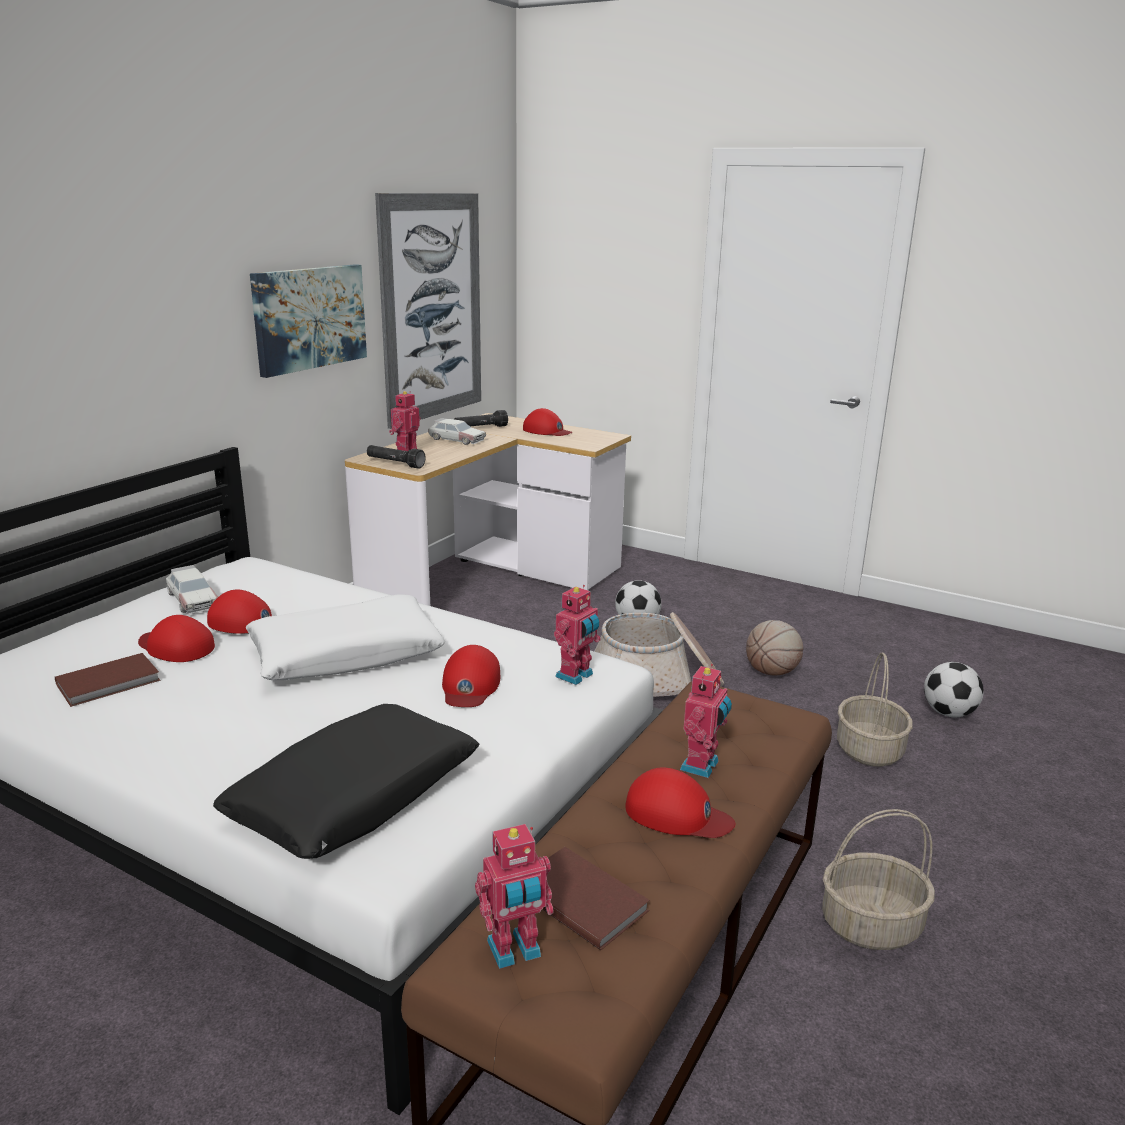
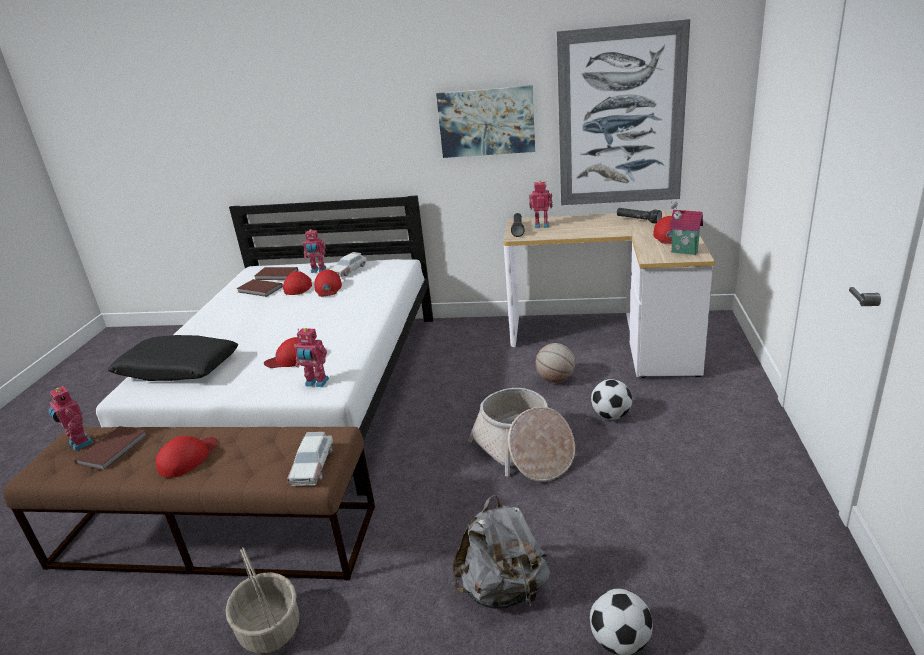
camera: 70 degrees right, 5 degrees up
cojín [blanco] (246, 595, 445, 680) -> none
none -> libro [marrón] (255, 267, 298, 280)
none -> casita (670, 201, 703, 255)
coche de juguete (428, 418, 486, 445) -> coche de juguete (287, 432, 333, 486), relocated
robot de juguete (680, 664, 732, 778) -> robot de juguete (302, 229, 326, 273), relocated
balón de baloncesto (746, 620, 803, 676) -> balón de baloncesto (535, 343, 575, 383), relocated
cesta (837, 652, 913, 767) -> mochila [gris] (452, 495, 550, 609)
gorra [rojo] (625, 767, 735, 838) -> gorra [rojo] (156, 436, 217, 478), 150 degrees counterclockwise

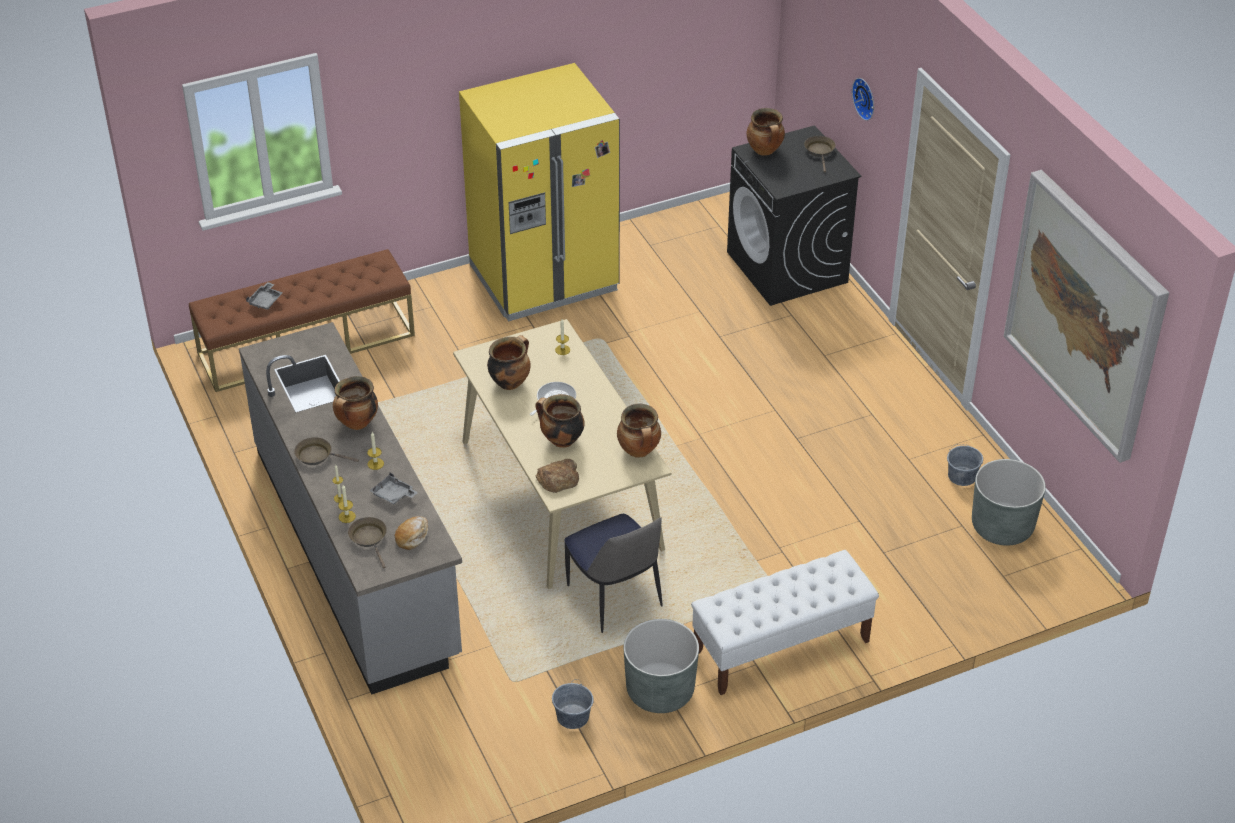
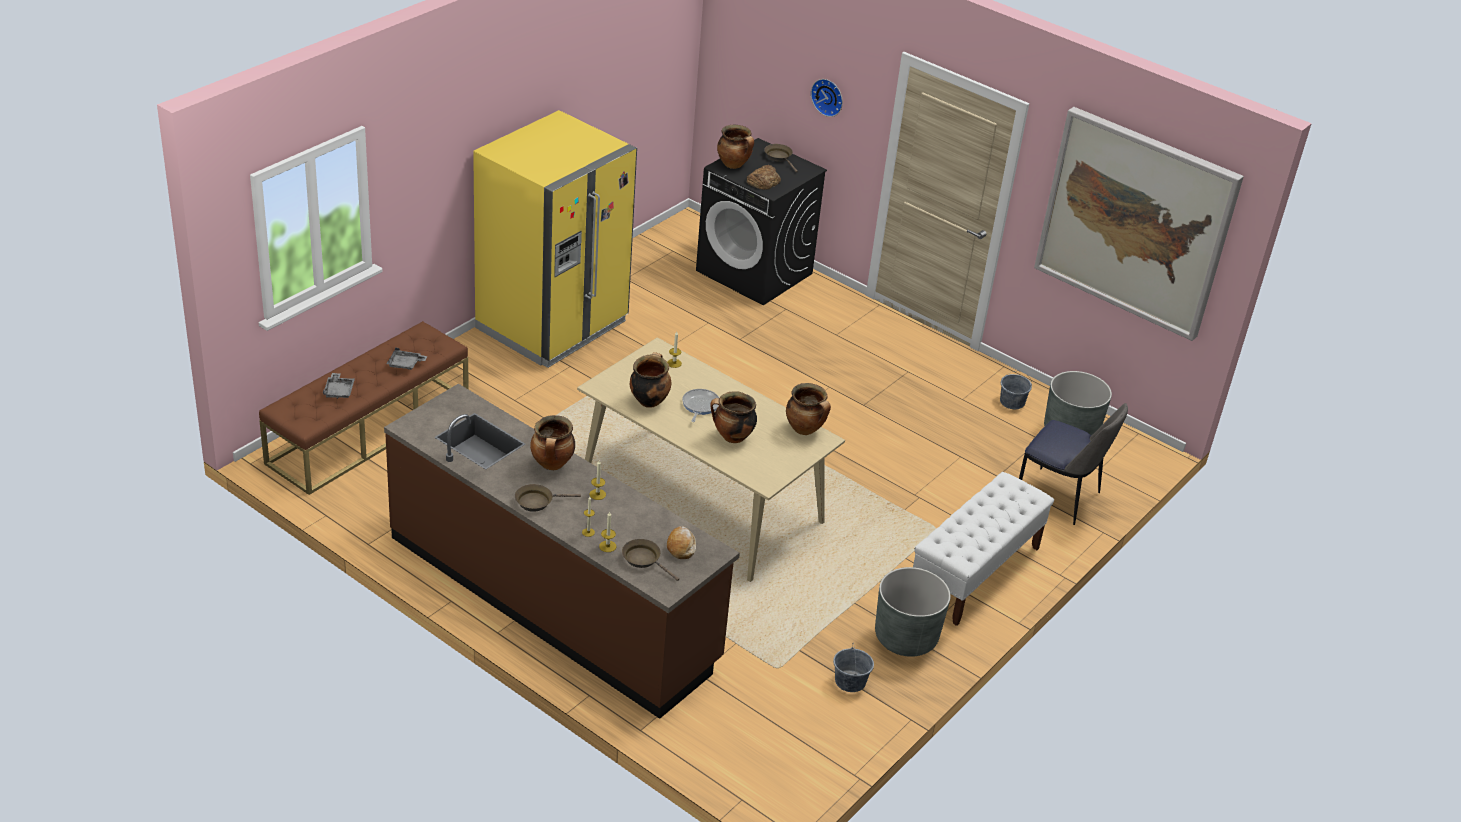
camera: 30 degrees left, 5 degrees down
bandeja [gris] (370, 473, 418, 504) -> bandeja [gris] (386, 348, 428, 370), relocated
pan (535, 459, 579, 493) -> pan (747, 165, 781, 190), relocated
silla (564, 514, 663, 633) -> silla (1019, 403, 1128, 525), relocated
mueble bajo de cocina [gris] (239, 322, 462, 695) -> mueble bajo de cocina [marrón] (384, 384, 740, 719)

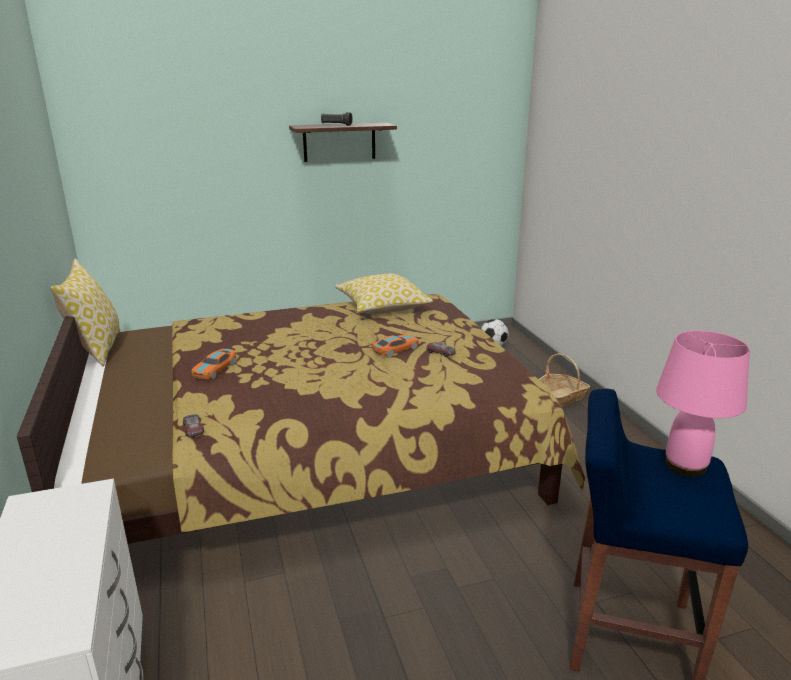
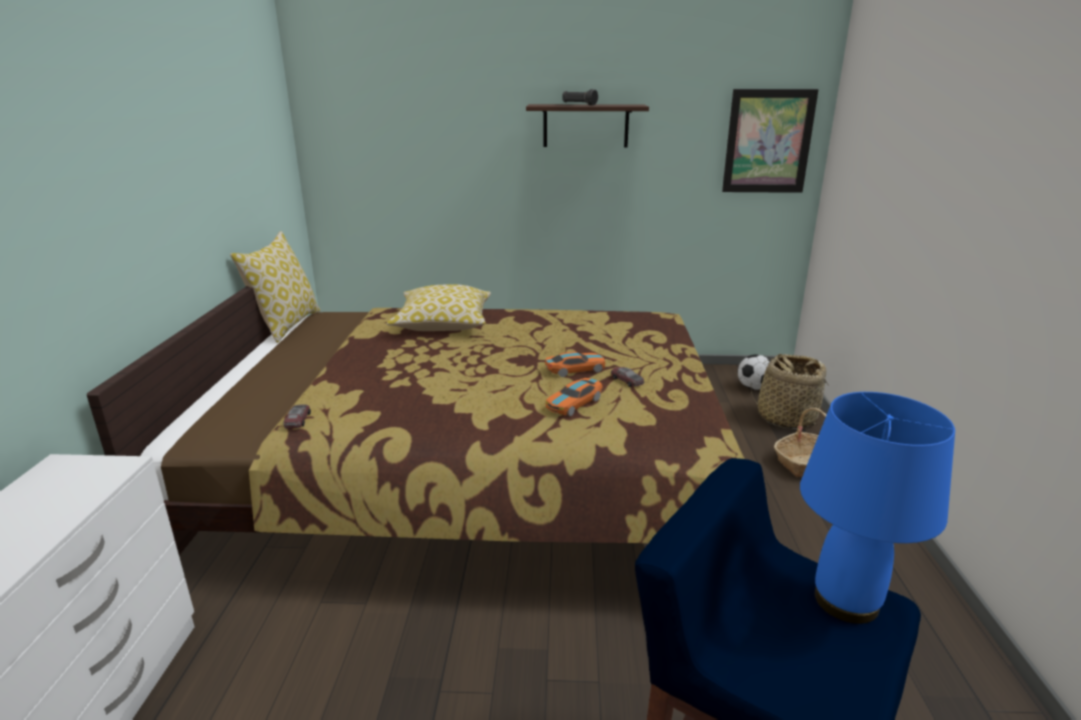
camera: 20 degrees right, 0 degrees up
none -> cuadro (722, 89, 819, 193)
none -> cesta (751, 354, 829, 429)
coche de juguete (192, 349, 236, 379) -> coche de juguete (546, 378, 603, 416), relocated
cojín (335, 273, 433, 315) -> cojín (386, 284, 491, 331), relocated
lámpara de mesa [rosa] (656, 330, 750, 477) -> lámpara de mesa [azul] (800, 392, 955, 624)

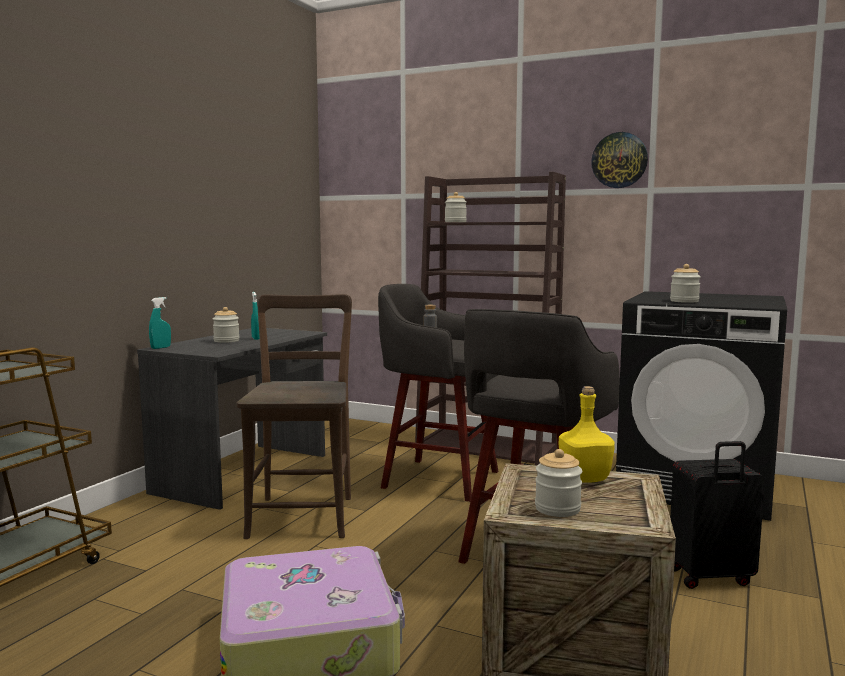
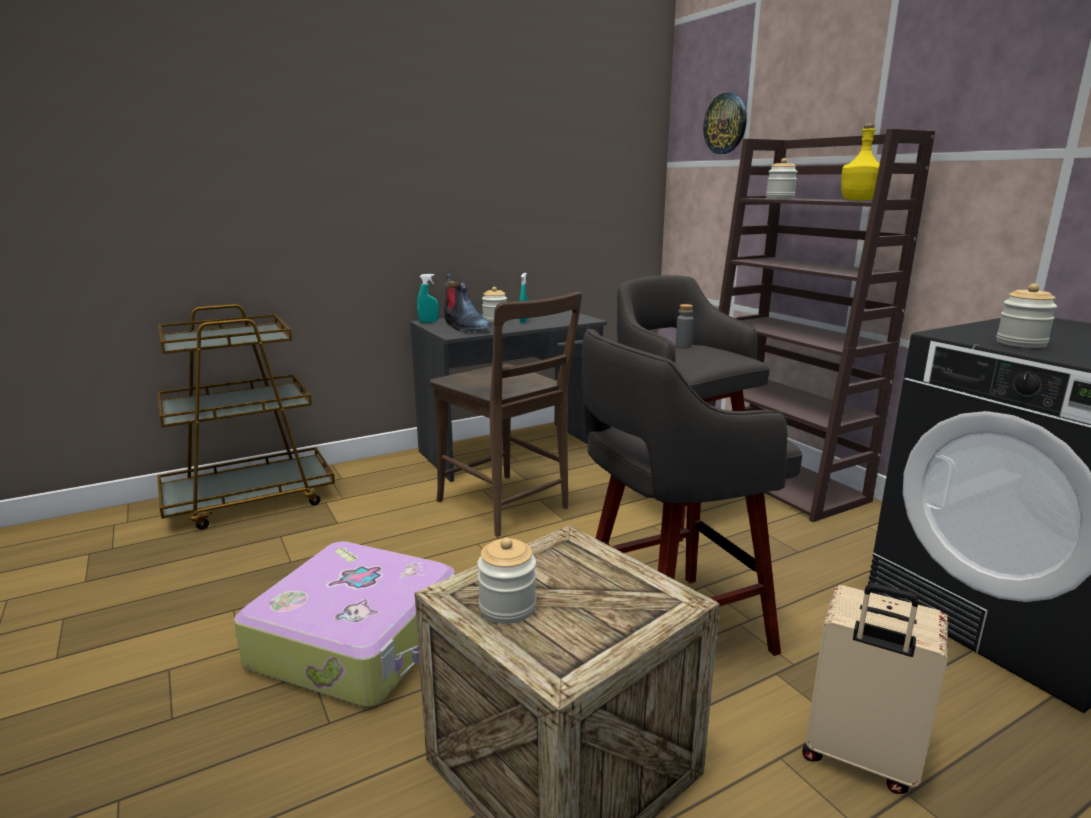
camera: 35 degrees right, 10 degrees up
none -> bota (444, 272, 491, 332)
botella [amarillo] (559, 386, 615, 483) -> botella [amarillo] (841, 122, 880, 200), relocated
reloj de pared (591, 132, 648, 188) -> reloj de pared (703, 93, 747, 154), relocated
maleta [negro] (670, 441, 765, 589) -> maleta [beis] (802, 583, 948, 794)
silla [marrón] (237, 294, 352, 539) -> silla [marrón] (430, 292, 582, 537), 105 degrees clockwise

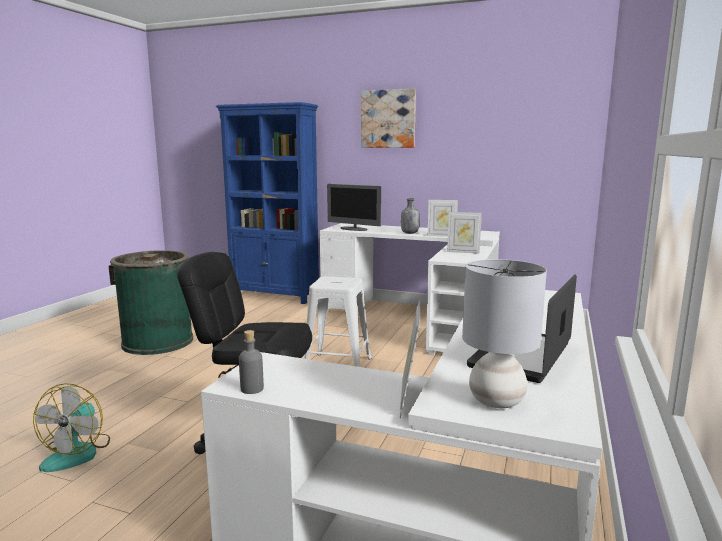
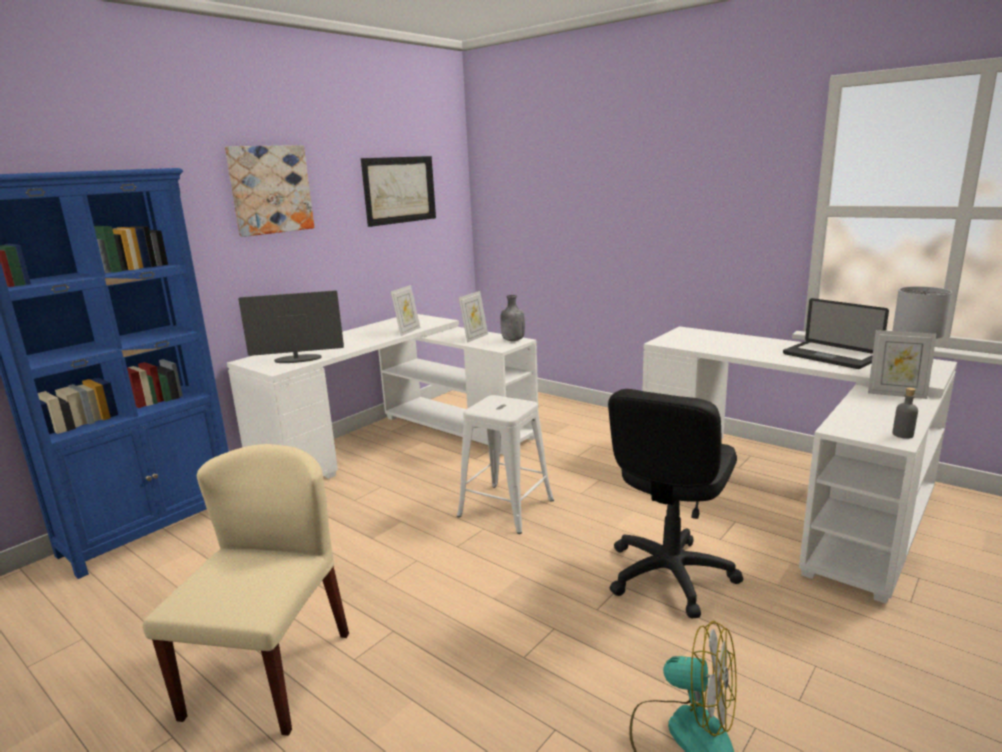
camera: 70 degrees left, 5 degrees up
none -> cuadro (361, 156, 436, 227)
botella [gris] (401, 198, 420, 234) -> botella [gris] (500, 295, 525, 341), relocated
papelera [verde] (109, 250, 193, 355) -> silla [beis] (143, 444, 349, 736)
monitor (327, 184, 382, 231) -> monitor (238, 290, 344, 363), 150 degrees counterclockwise

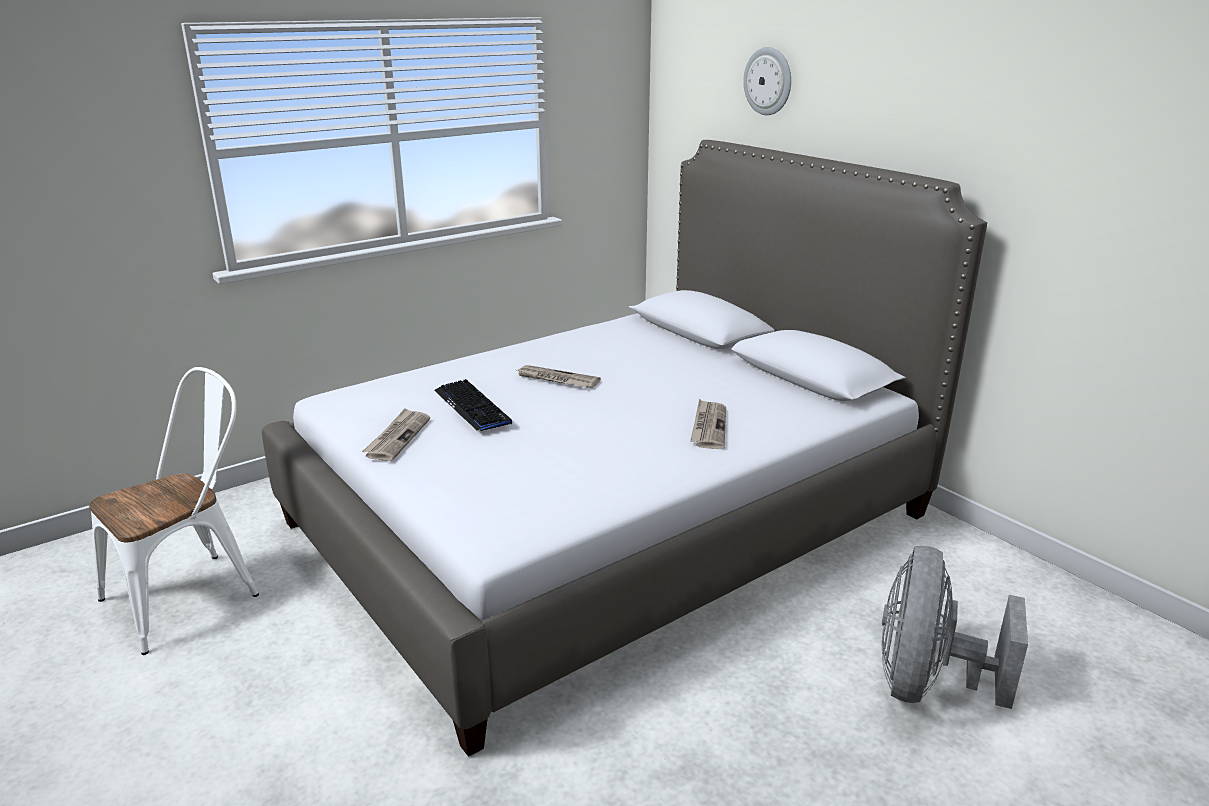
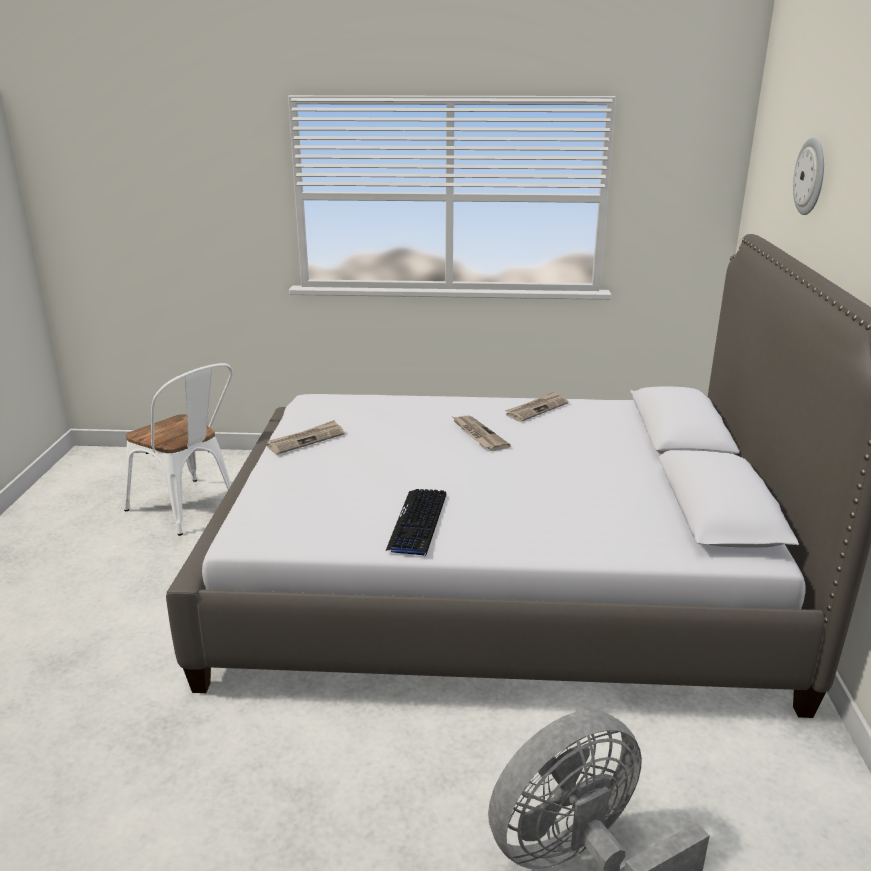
camera: 40 degrees right, 0 degrees up
teclado (434, 379, 512, 431) -> teclado (386, 489, 446, 556), relocated
periódico (690, 399, 726, 449) -> periódico (505, 391, 568, 422), relocated
silla [blanco] (89, 367, 259, 655) -> silla [blanco] (124, 363, 233, 536), 45 degrees clockwise

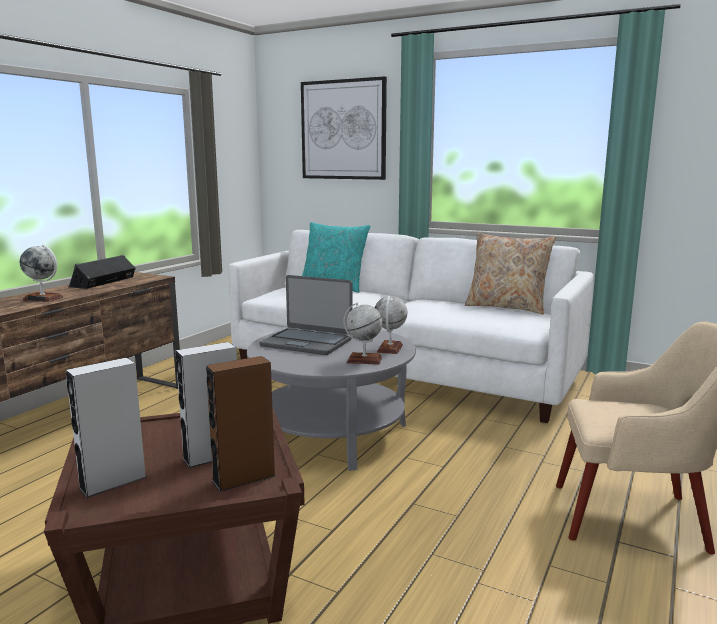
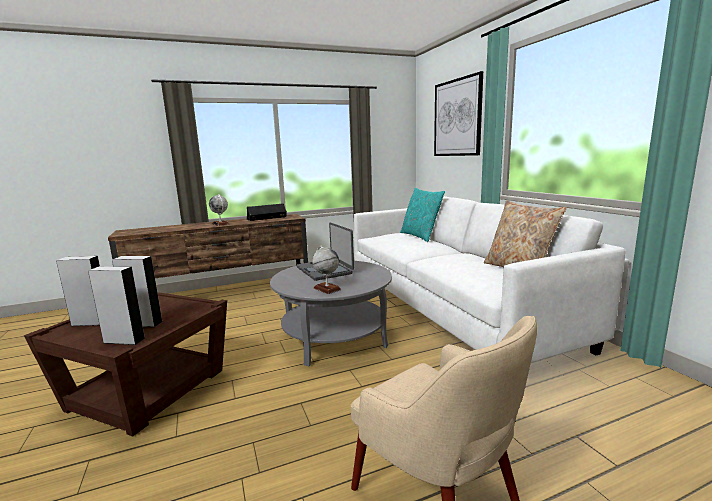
camera: 40 degrees right, 0 degrees up
globo terráqueo (375, 296, 407, 354) -> none
altavoz [marrón] (206, 356, 276, 492) -> altavoz [gris] (88, 266, 145, 345)

